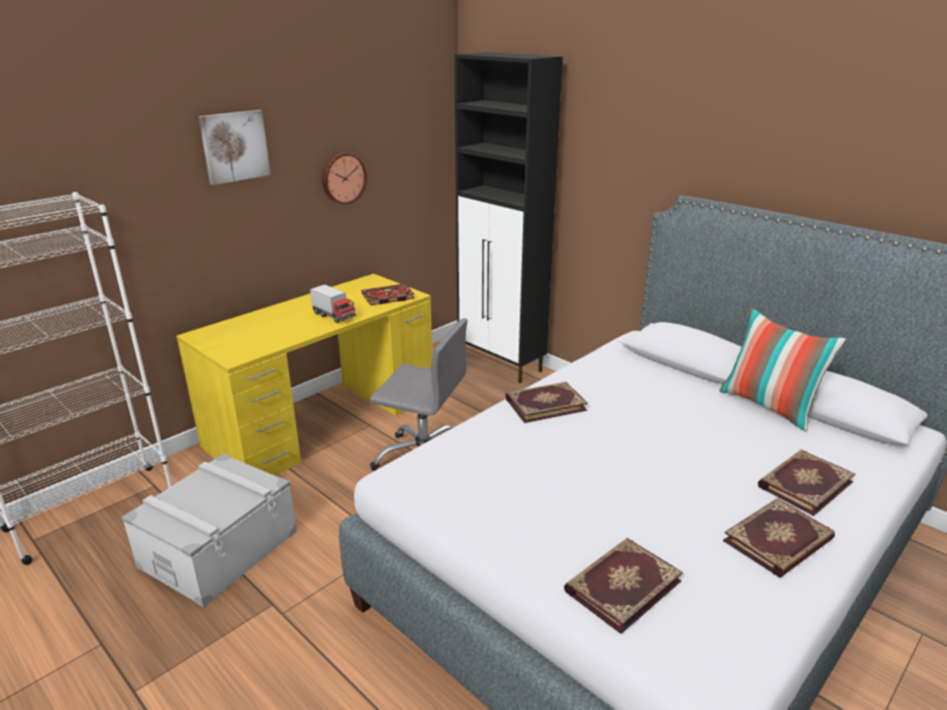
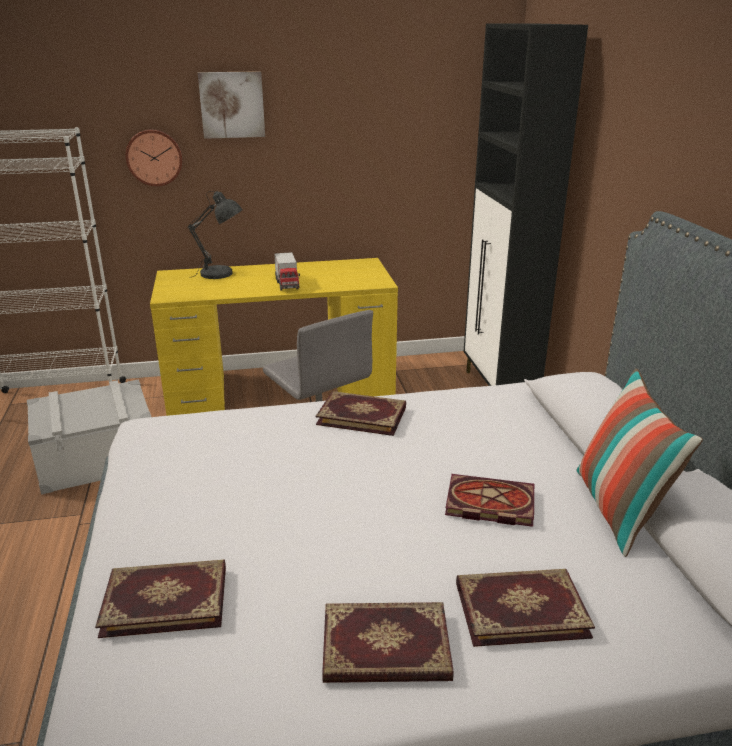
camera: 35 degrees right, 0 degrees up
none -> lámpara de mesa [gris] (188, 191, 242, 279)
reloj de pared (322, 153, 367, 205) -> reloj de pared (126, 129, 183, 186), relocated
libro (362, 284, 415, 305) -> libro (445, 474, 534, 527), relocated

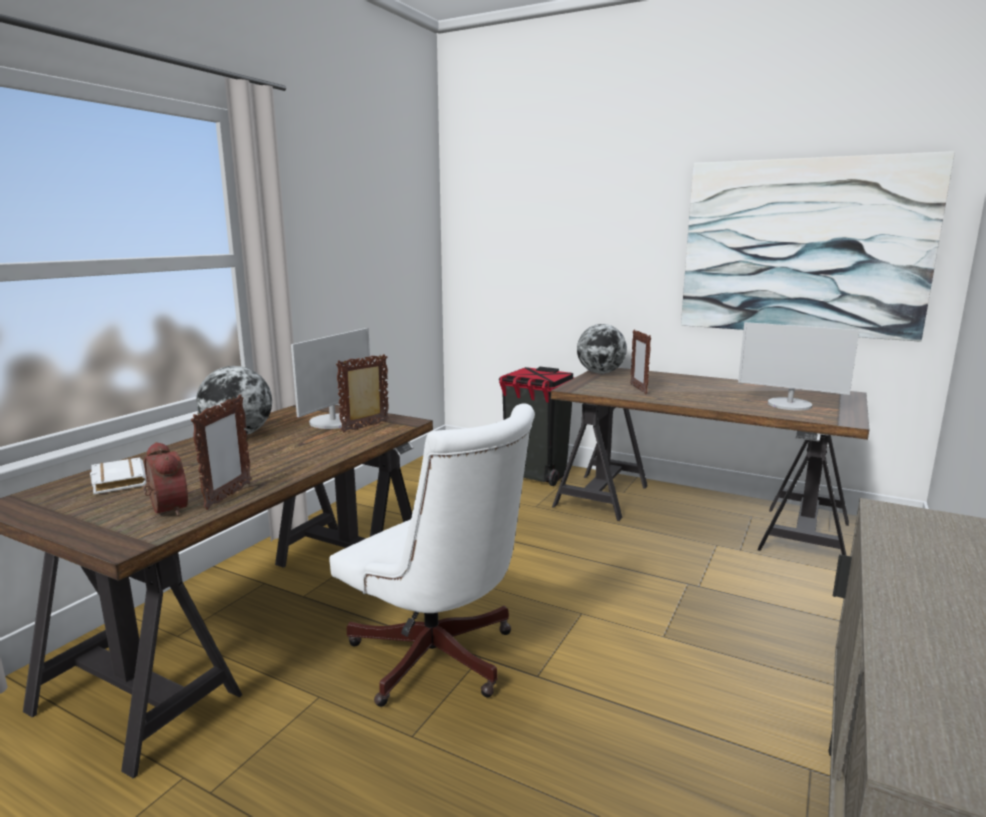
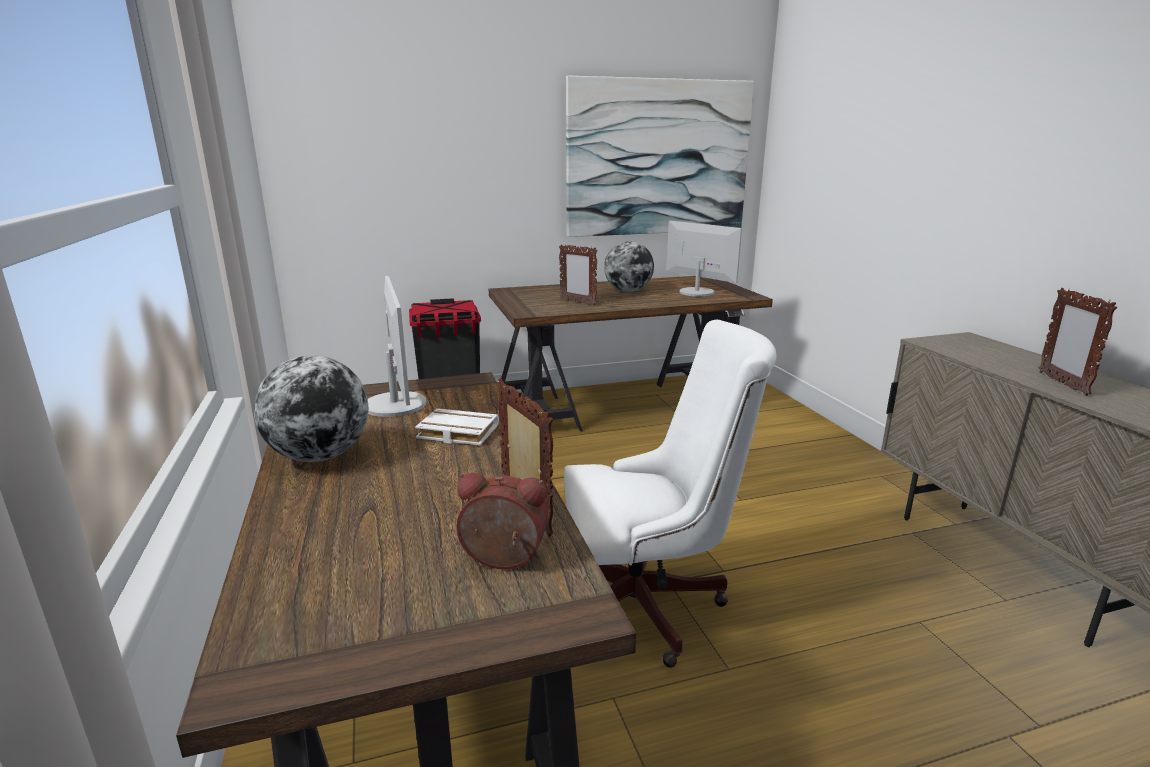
camera: 45 degrees left, 5 degrees up
libro [blanco] (90, 457, 147, 494) -> libro [blanco] (415, 408, 499, 445), relocated
portarretratos (336, 354, 389, 433) -> portarretratos (1039, 288, 1117, 396), relocated
globo terráqueo (577, 324, 627, 374) -> globo terráqueo (604, 241, 654, 292), relocated
monitor (738, 322, 859, 411) -> monitor (666, 221, 742, 297), 120 degrees counterclockwise

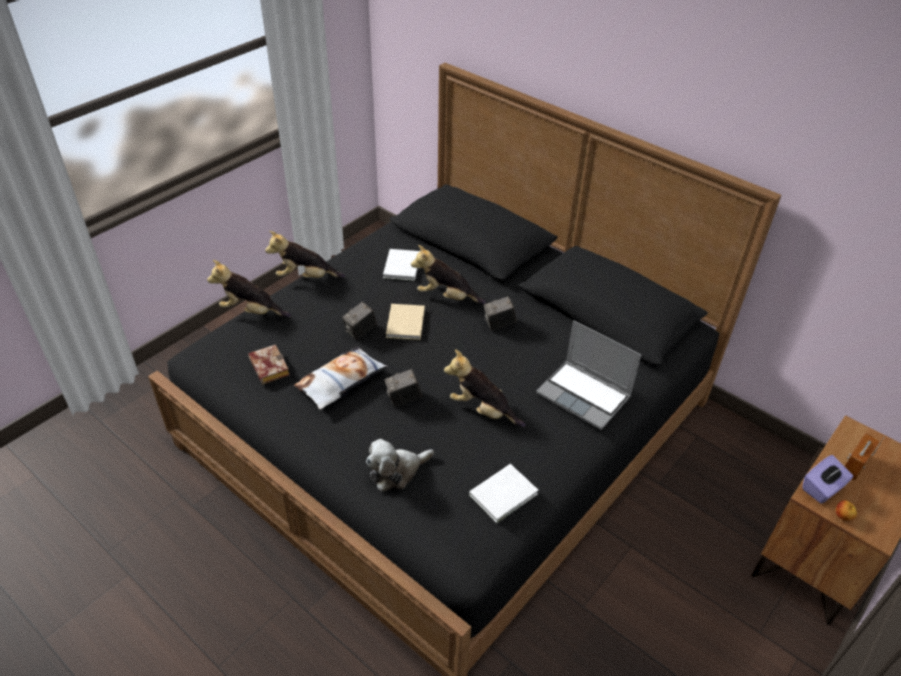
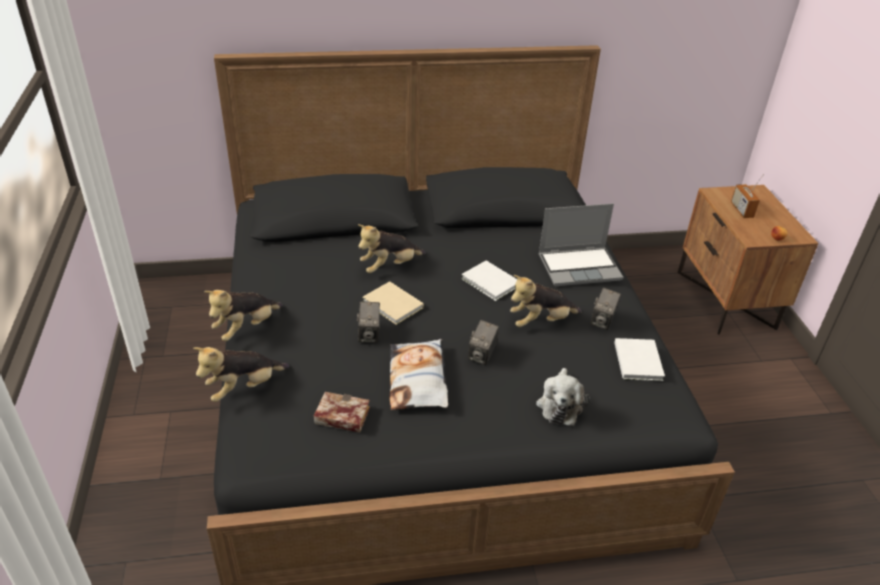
camera: 50 degrees left, 5 degrees down
caja de pañuelos [morado] (802, 455, 853, 504) -> none
libro [blanco] (383, 249, 420, 281) -> libro [blanco] (461, 261, 517, 301), relocated
cámara (484, 296, 516, 331) -> cámara (590, 288, 621, 330), relocated

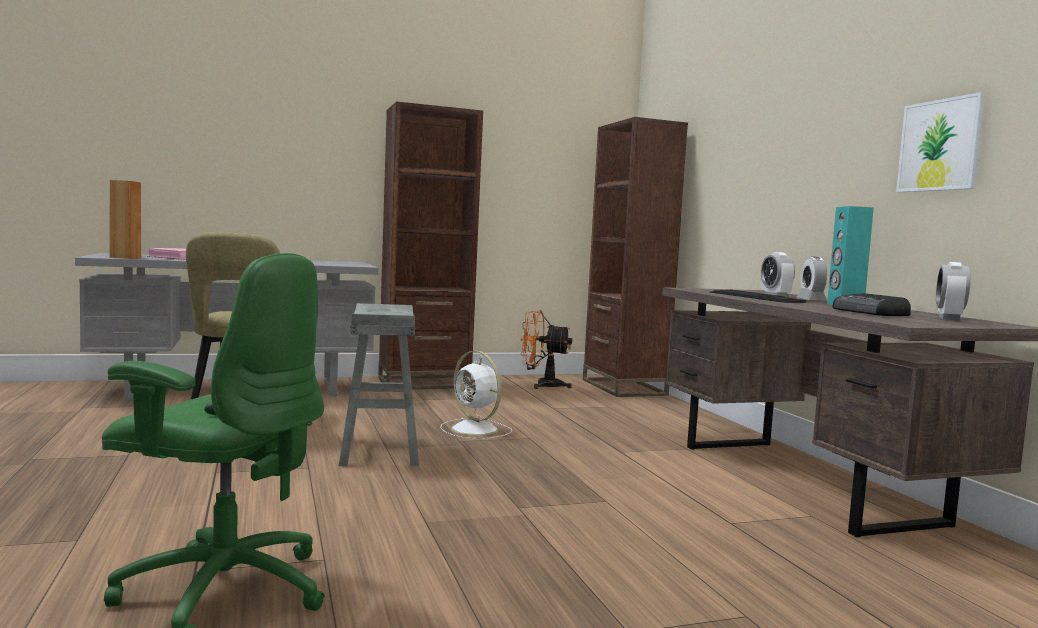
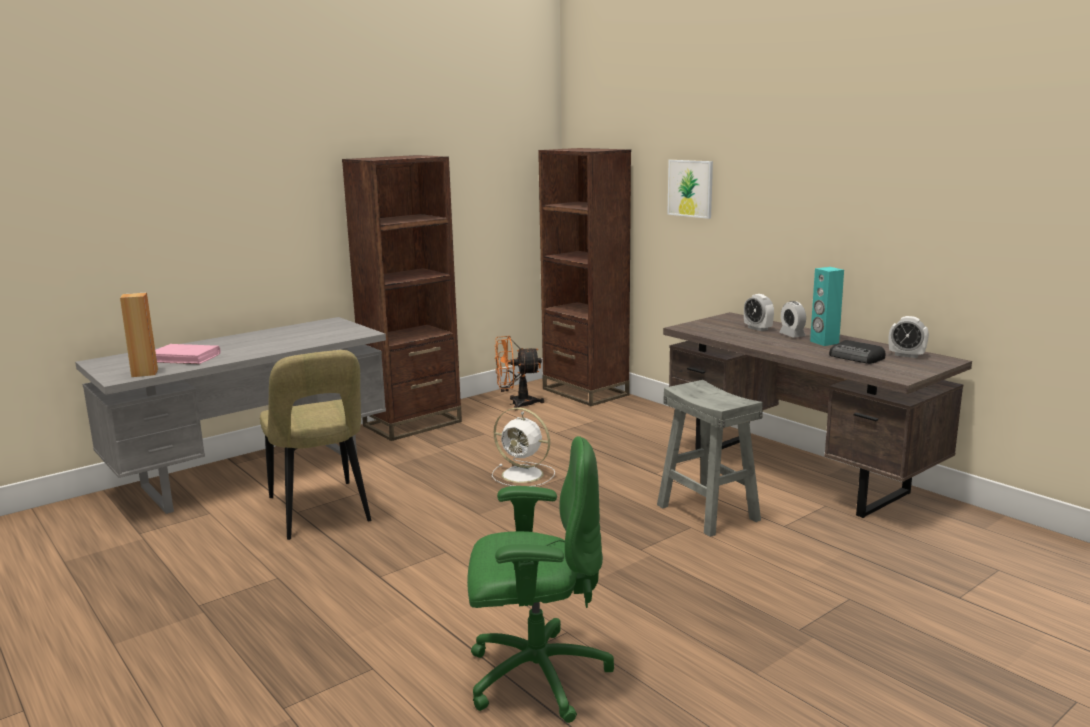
camera: 20 degrees left, 10 degrees up
teclado (709, 290, 806, 303) -> none
taburete [gris] (339, 303, 419, 466) -> taburete [gris] (657, 380, 763, 537), relocated
cuadro (896, 92, 986, 192) -> cuadro (667, 160, 713, 219), relocated
despertador (936, 262, 971, 320) -> despertador (889, 316, 929, 358), 60 degrees counterclockwise

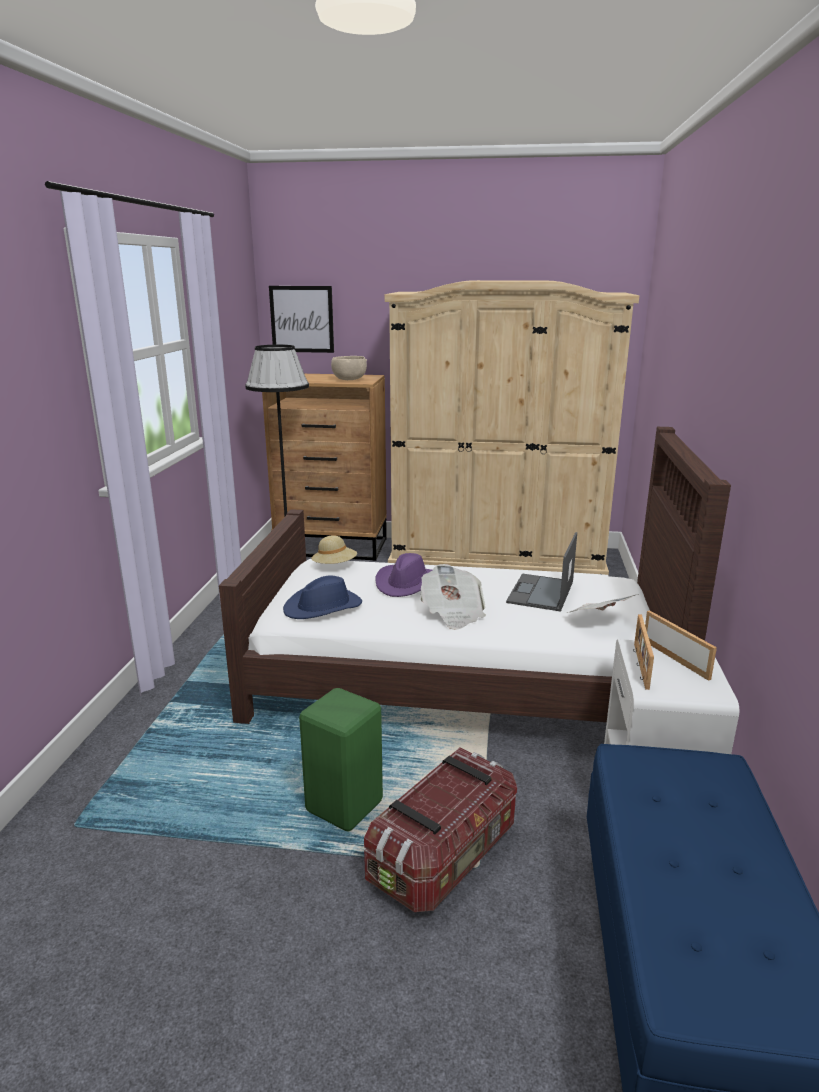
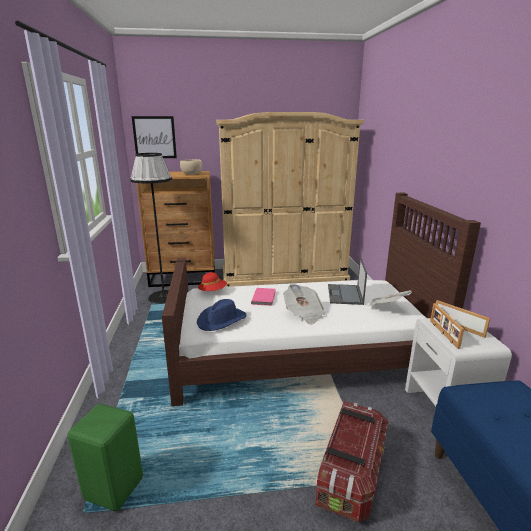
camera: 15 degrees left, 0 degrees up
taburete [verde] (299, 688, 383, 832) -> taburete [verde] (67, 404, 143, 511), relocated
sombrero [morado] (376, 553, 432, 597) -> libro [rosa] (251, 288, 276, 306)
sombrero [beis] (311, 535, 357, 564) -> sombrero [rojo] (198, 272, 227, 291)

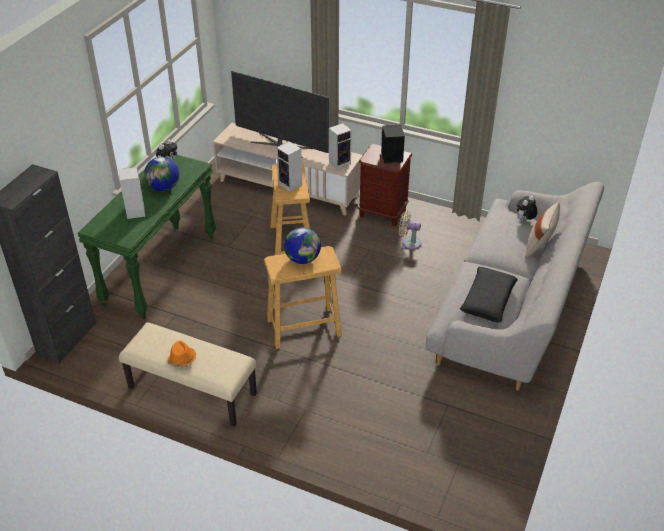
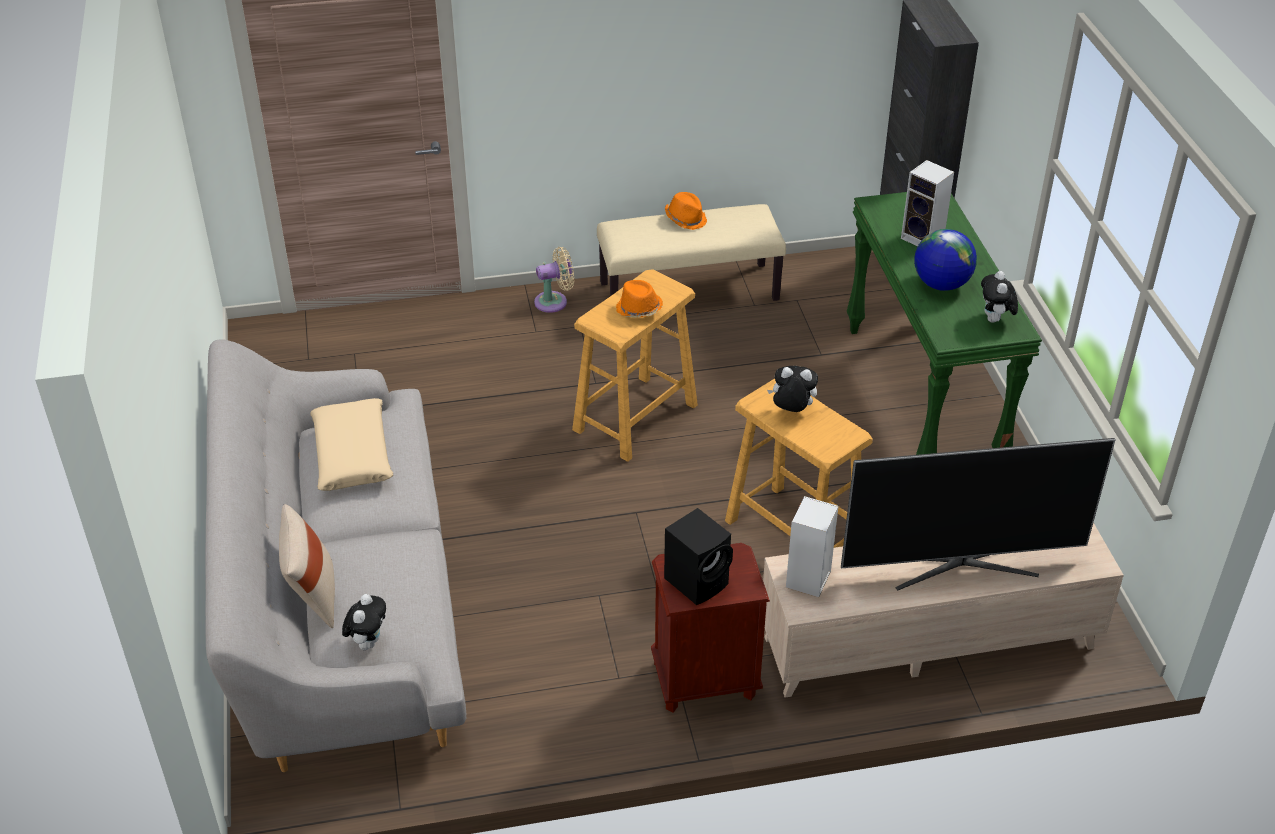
camera: 145 degrees right, 0 degrees up
ventilador [beis] (399, 211, 422, 250) -> ventilador [beis] (534, 247, 574, 313), relocated
altavoz (276, 141, 302, 192) -> peluche (767, 366, 818, 412)
globo terráqueo (284, 227, 321, 264) -> sombrero [naranja] (616, 280, 663, 318)
cojín [negro] (460, 267, 518, 322) -> cojín [beis] (310, 398, 393, 491)

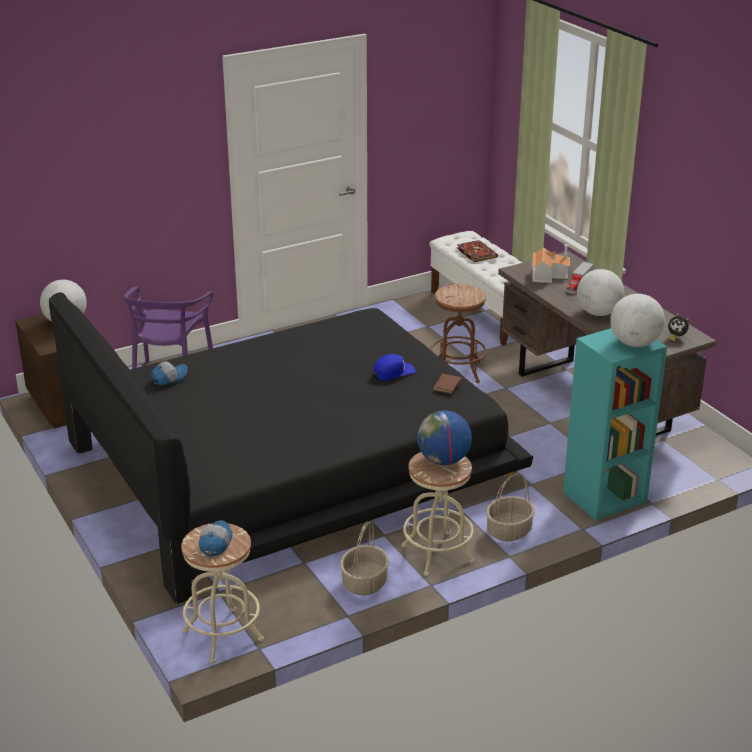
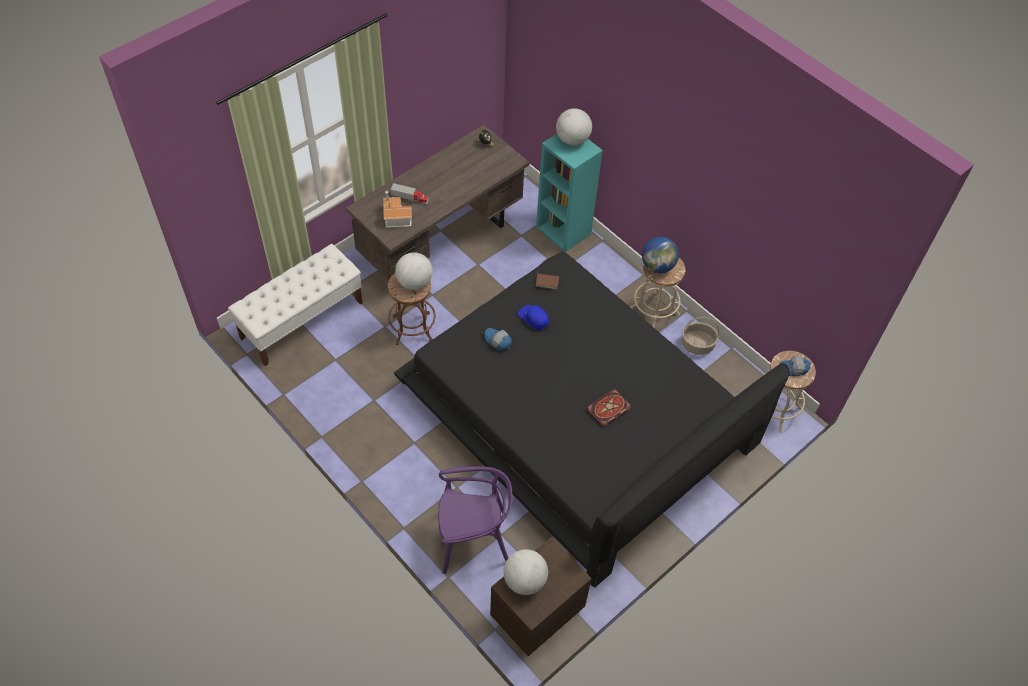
camera: 105 degrees left, 25 degrees up
cesta (486, 473, 535, 541) -> none
gorra (151, 361, 188, 385) -> gorra (484, 328, 512, 351), relocated
libro (457, 240, 498, 262) -> libro (586, 388, 631, 427), relocated
globo terráqueo (577, 269, 624, 316) -> globo terráqueo (395, 252, 433, 290), relocated

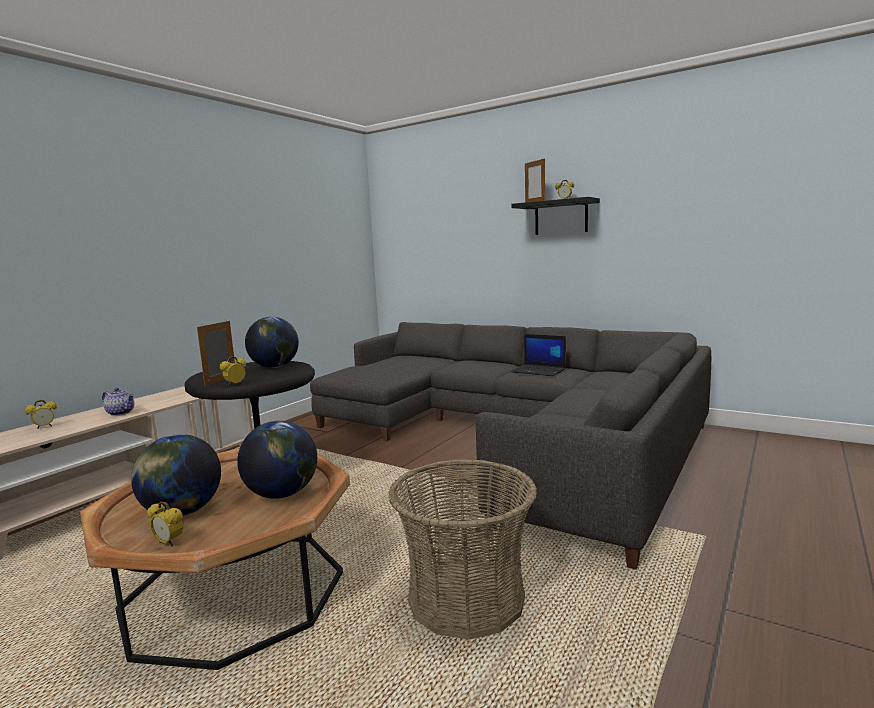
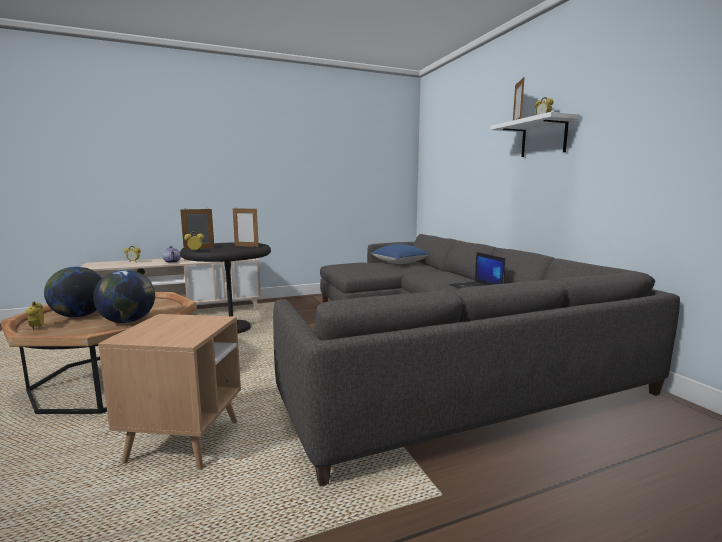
camera: 35 degrees right, 0 degrees up
none -> cojín [azul] (371, 244, 429, 264)
globo terráqueo (245, 317, 299, 368) -> portarretratos (233, 207, 259, 247)
cesta (388, 459, 537, 639) -> mesa auxiliar [marrón] (98, 314, 241, 470)
estante [negro] (512, 197, 600, 235) -> estante [blanco] (490, 112, 580, 157)

